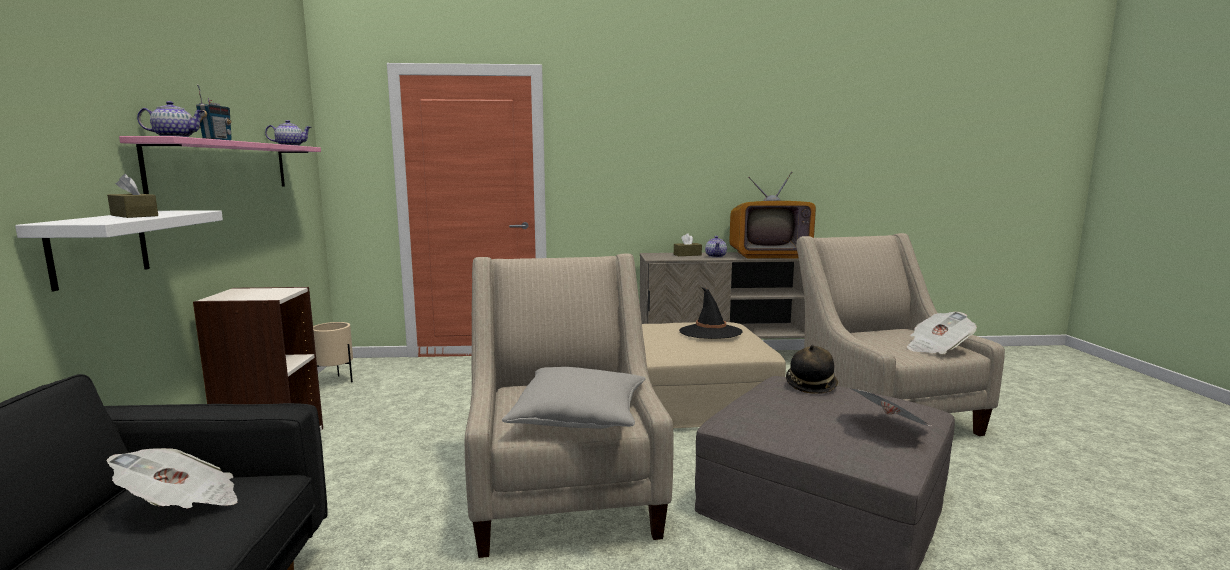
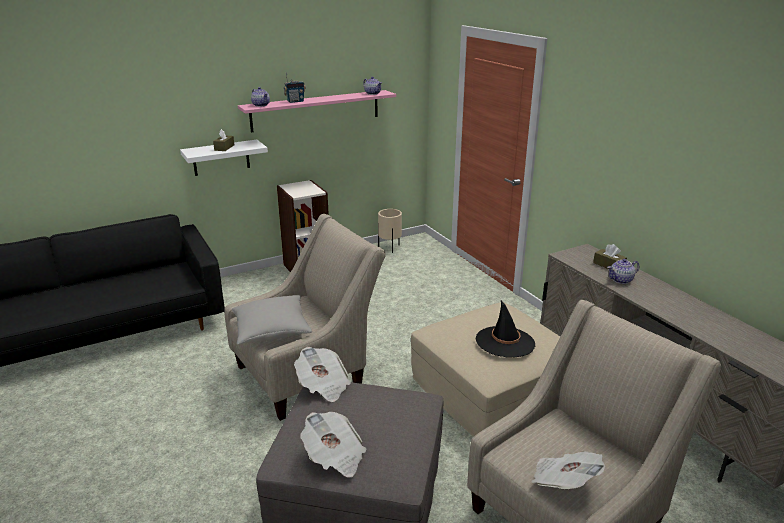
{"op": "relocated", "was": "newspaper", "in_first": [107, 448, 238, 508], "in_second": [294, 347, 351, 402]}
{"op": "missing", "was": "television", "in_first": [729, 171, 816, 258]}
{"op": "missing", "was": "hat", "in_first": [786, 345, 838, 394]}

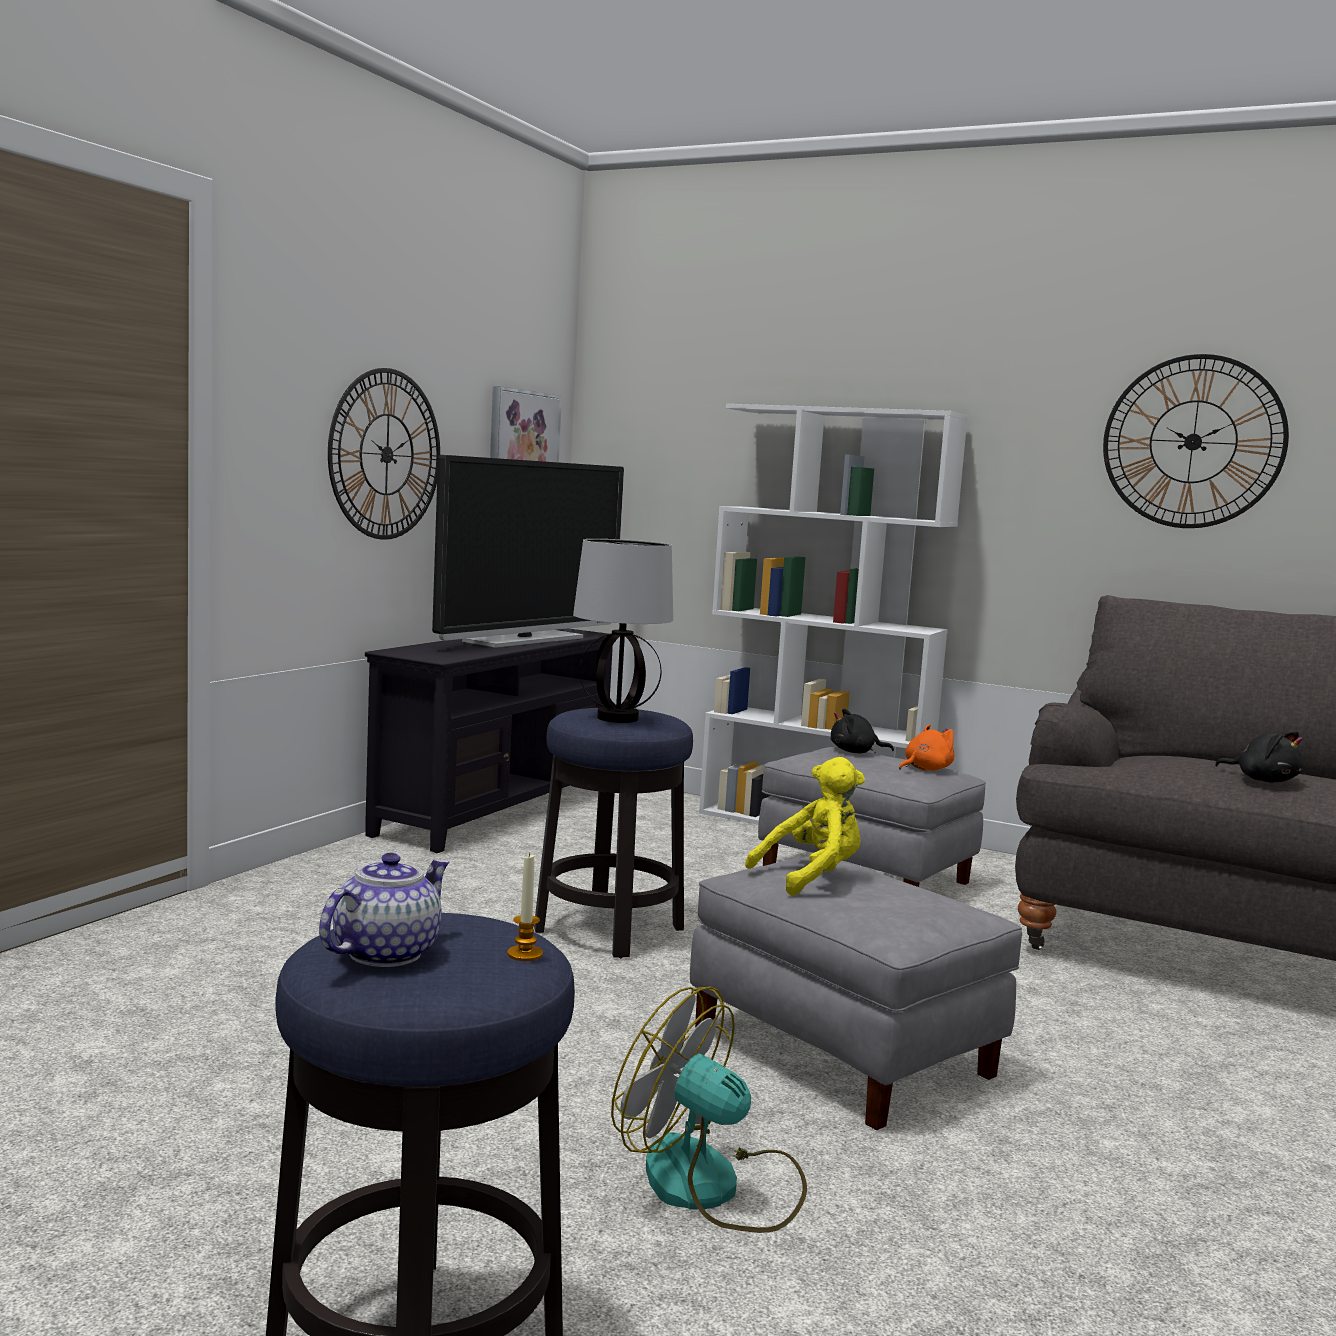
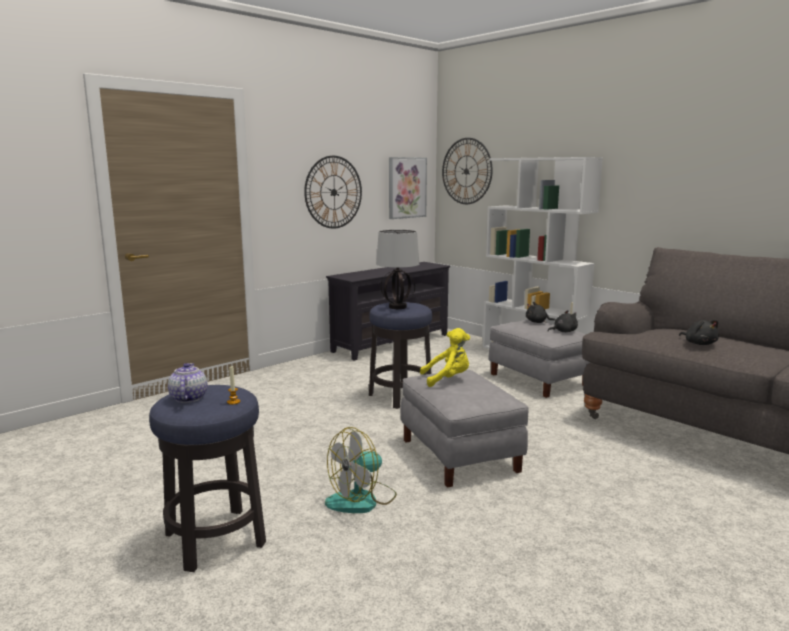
{"op": "spun", "was": "teapot", "in_first": [319, 853, 450, 967], "in_second": [168, 363, 207, 403], "clockwise": -60}
{"op": "missing", "was": "television", "in_first": [432, 455, 624, 648]}
{"op": "spun", "was": "fan", "in_first": [611, 986, 807, 1233], "in_second": [325, 427, 397, 513], "clockwise": -90}
{"op": "colour", "was": "plush toy in orange", "now": "plush toy in black", "in_first": [899, 724, 954, 771], "in_second": [548, 310, 578, 332]}
{"op": "relocated", "was": "wall clock", "in_first": [1103, 354, 1289, 528], "in_second": [442, 138, 493, 204]}

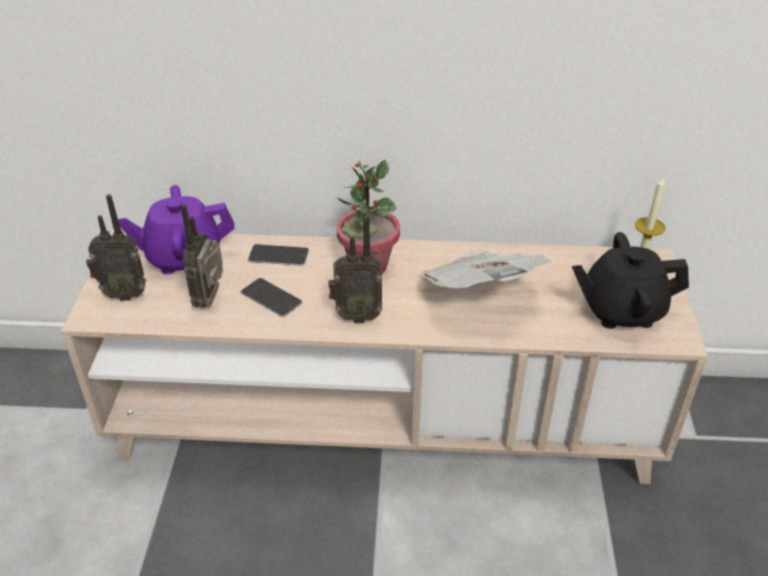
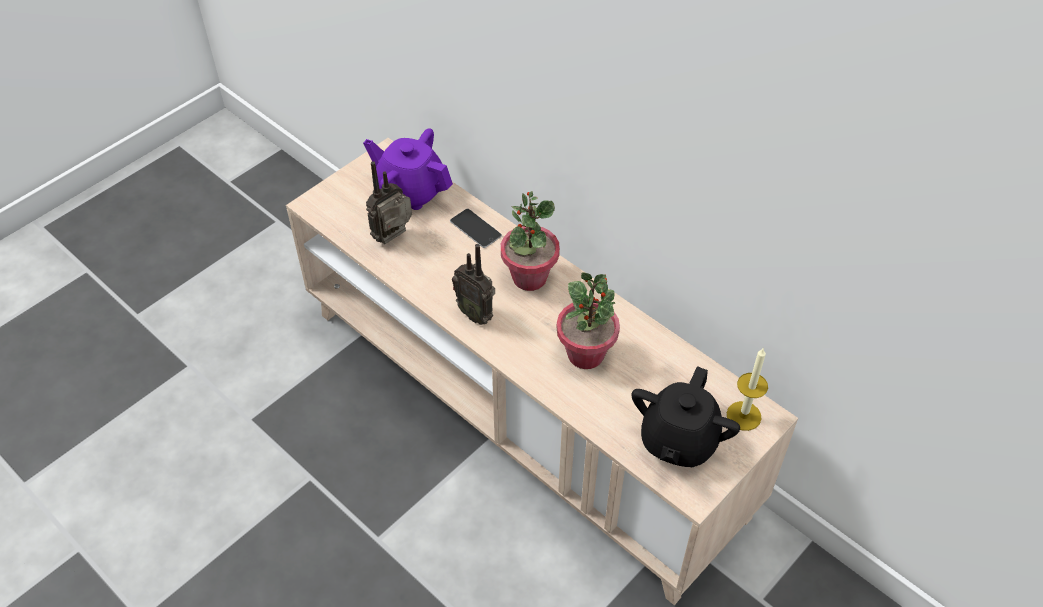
{"op": "missing", "was": "radio", "in_first": [86, 194, 146, 301]}
{"op": "missing", "was": "phone", "in_first": [240, 278, 303, 317]}
{"op": "exchanged", "was": "newspaper", "now": "potted plant", "in_first": [421, 250, 552, 288], "in_second": [557, 273, 620, 369]}
{"op": "spun", "was": "teapot in black", "in_first": [572, 232, 689, 329], "in_second": [632, 366, 740, 467], "clockwise": -105}

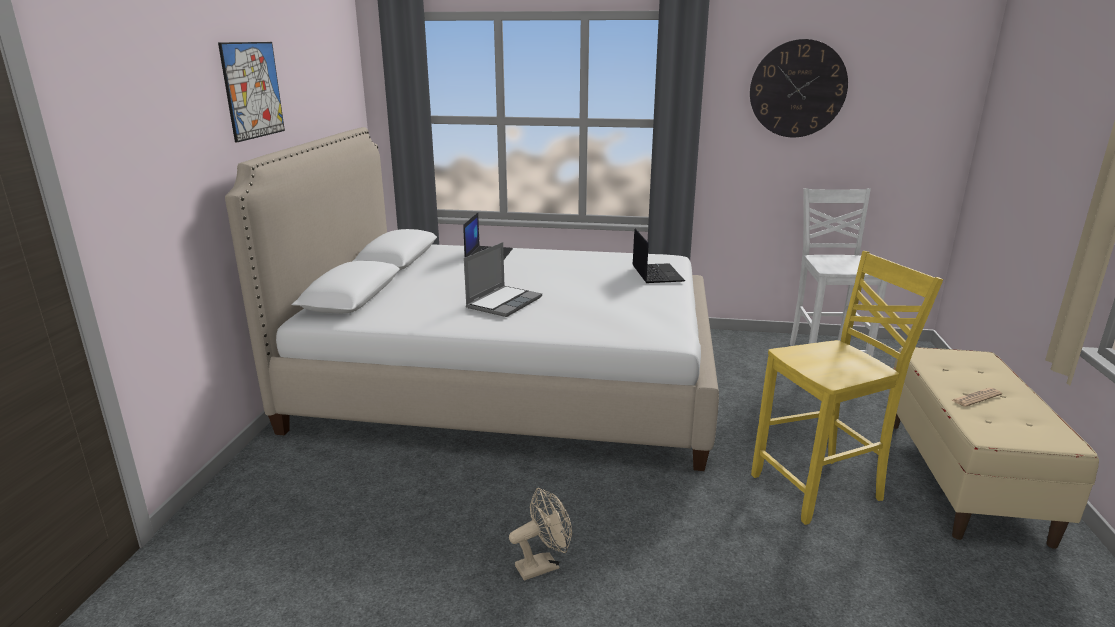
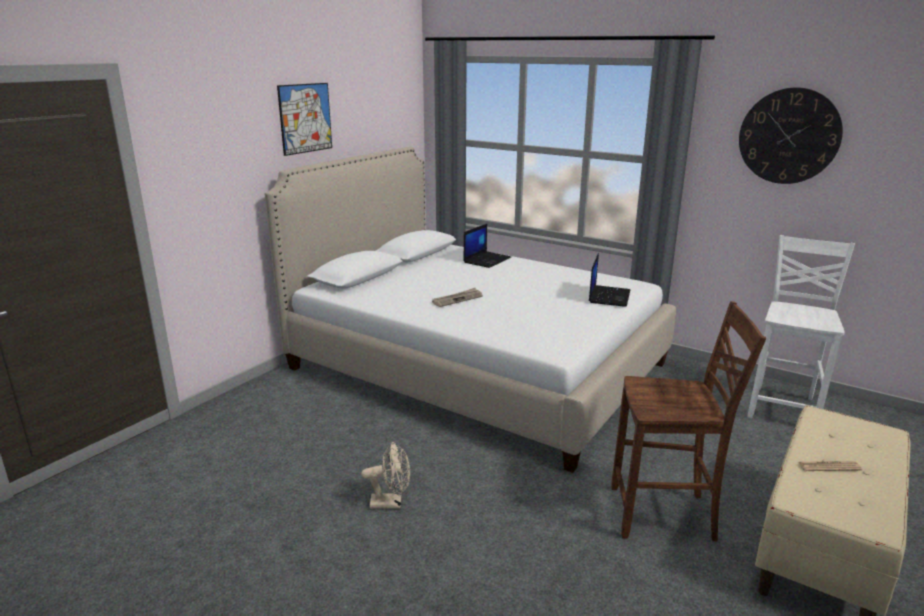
{"op": "exchanged", "was": "laptop", "now": "newspaper", "in_first": [464, 242, 542, 317], "in_second": [432, 288, 483, 307]}
{"op": "colour", "was": "chair in yellow", "now": "chair in brown", "in_first": [751, 251, 943, 525], "in_second": [611, 301, 766, 542]}

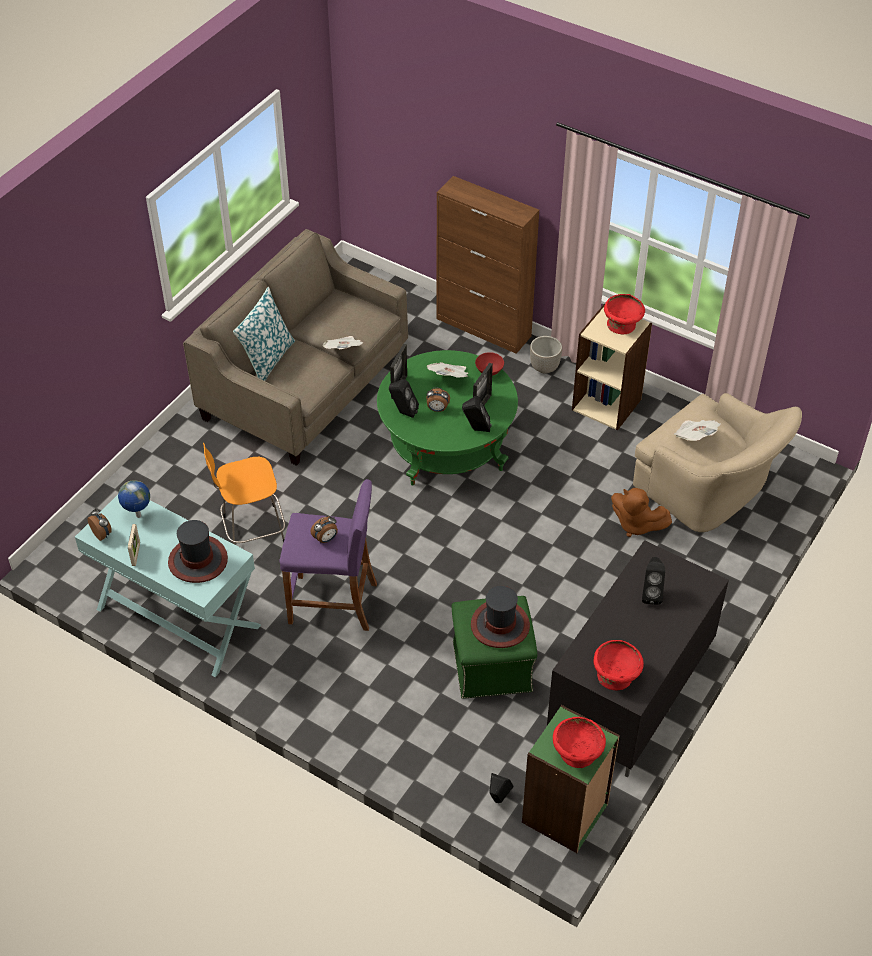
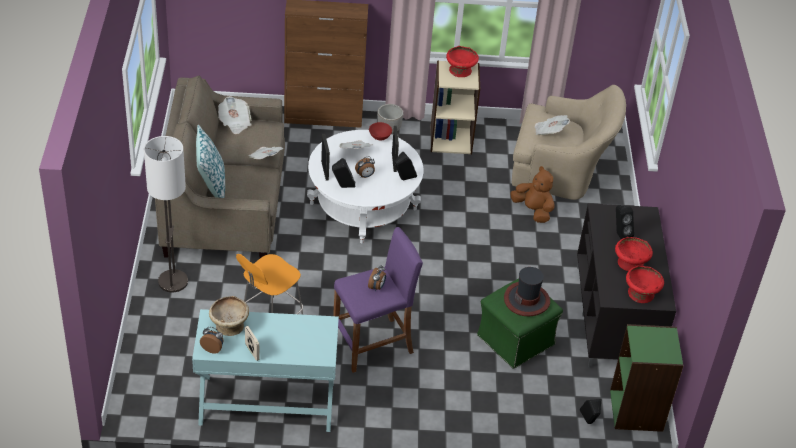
{"op": "exchanged", "was": "globe", "now": "bowl in beige", "in_first": [118, 480, 150, 518], "in_second": [209, 296, 249, 336]}
{"op": "missing", "was": "hat", "in_first": [168, 520, 228, 583]}
{"op": "colour", "was": "coffee table in green", "now": "coffee table in white", "in_first": [377, 350, 518, 486], "in_second": [307, 130, 423, 244]}
{"op": "relocated", "was": "bowl in red", "in_first": [553, 717, 606, 768], "in_second": [615, 237, 653, 271]}
{"op": "spun", "was": "plush toy in brown", "in_first": [611, 488, 672, 537], "in_second": [510, 166, 555, 223], "clockwise": -135}
{"op": "appeared", "now": "floor lamp", "in_second": [144, 136, 188, 292]}
{"op": "appeared", "now": "newspaper", "in_second": [218, 96, 252, 134]}

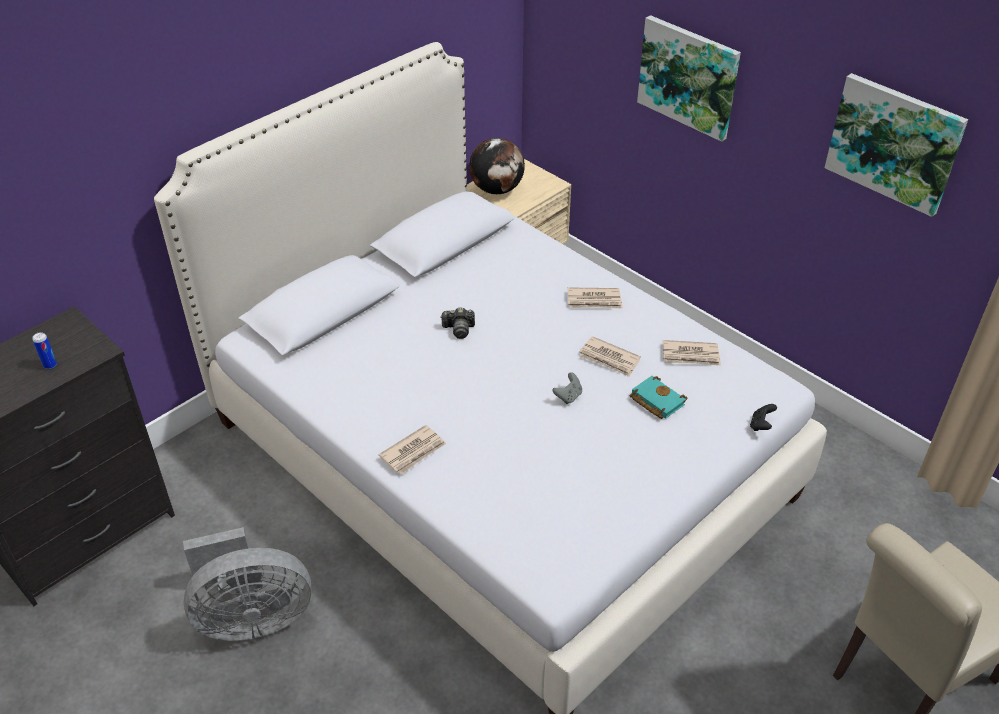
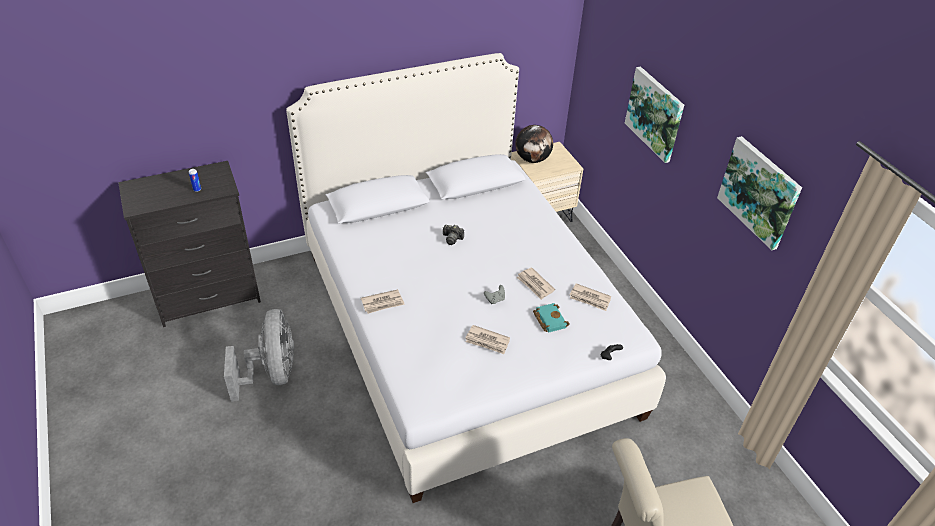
{"op": "spun", "was": "fan in grey", "in_first": [183, 527, 311, 641], "in_second": [224, 309, 294, 402], "clockwise": -105}
{"op": "relocated", "was": "newspaper", "in_first": [568, 287, 623, 309], "in_second": [465, 325, 510, 354]}

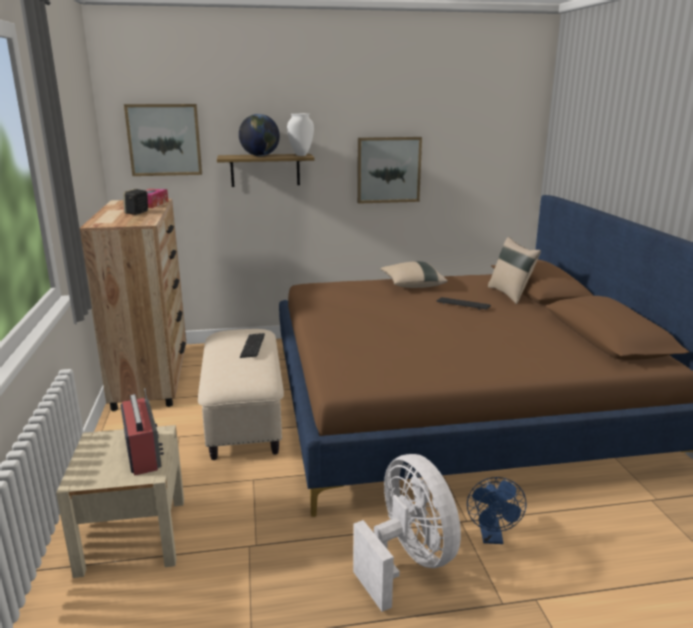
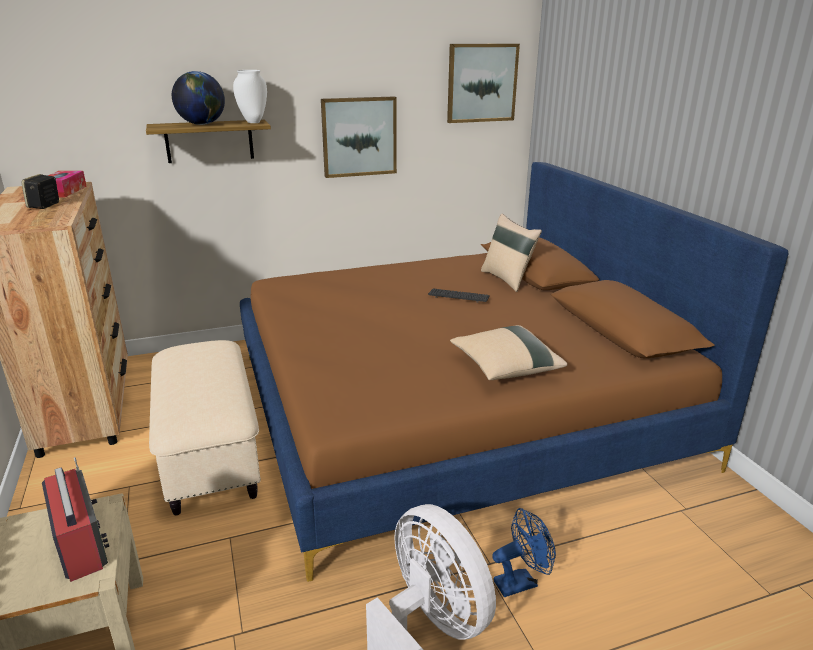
{"op": "relocated", "was": "picture", "in_first": [124, 104, 202, 176], "in_second": [447, 44, 520, 123]}
{"op": "missing", "was": "keyboard", "in_first": [240, 333, 265, 358]}
{"op": "relocated", "was": "pillow in beige", "in_first": [380, 261, 448, 288], "in_second": [450, 325, 568, 380]}
{"op": "spun", "was": "fan in blue", "in_first": [467, 477, 527, 544], "in_second": [492, 508, 556, 597], "clockwise": -105}

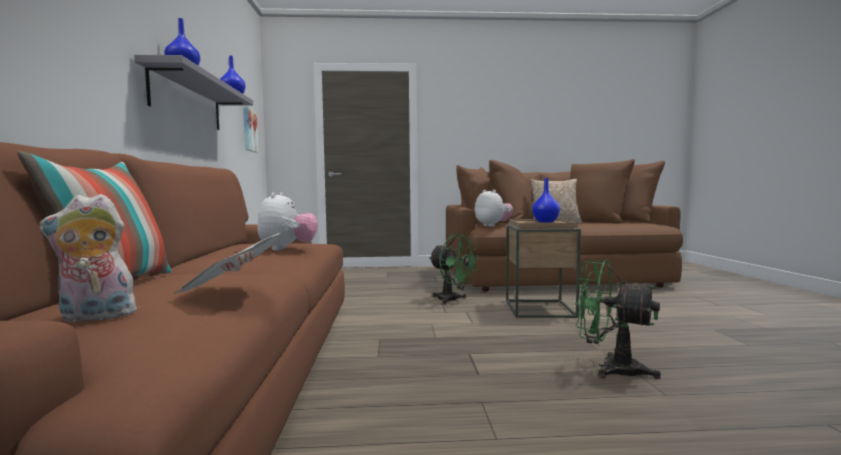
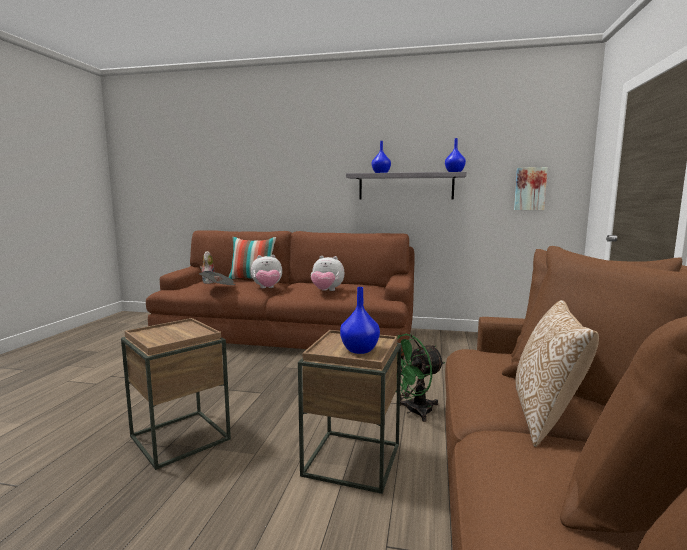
{"op": "relocated", "was": "plush toy", "in_first": [475, 190, 513, 227], "in_second": [251, 255, 282, 288]}
{"op": "exchanged", "was": "fan in green", "now": "side table in brown", "in_first": [575, 259, 661, 379], "in_second": [121, 318, 231, 470]}

